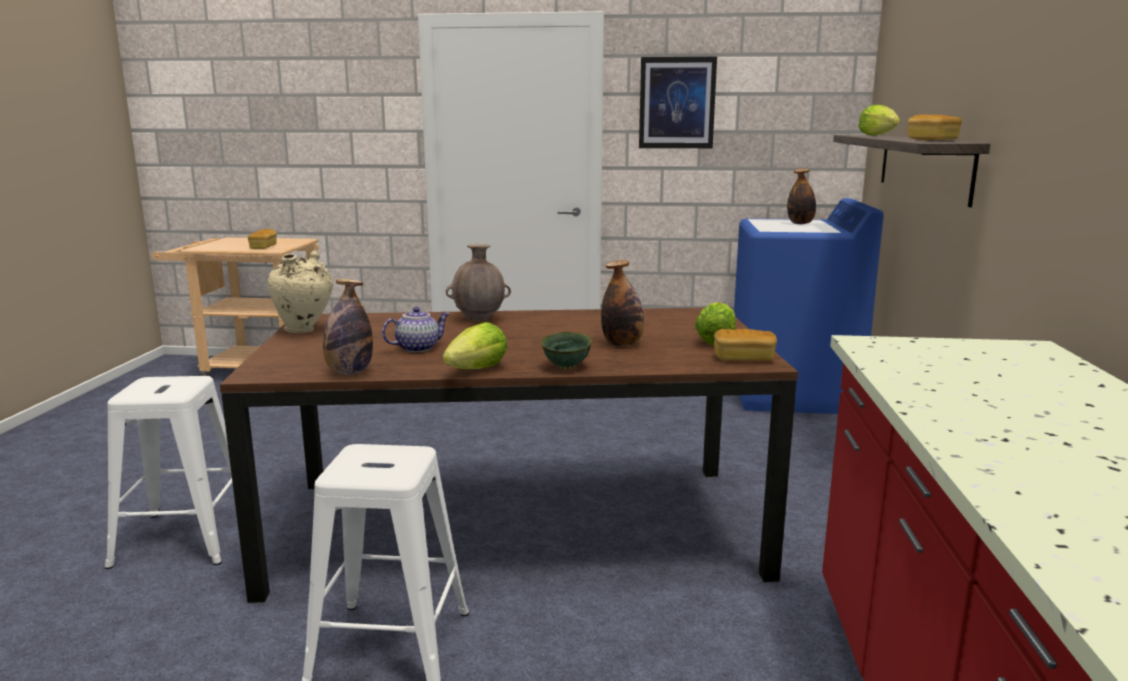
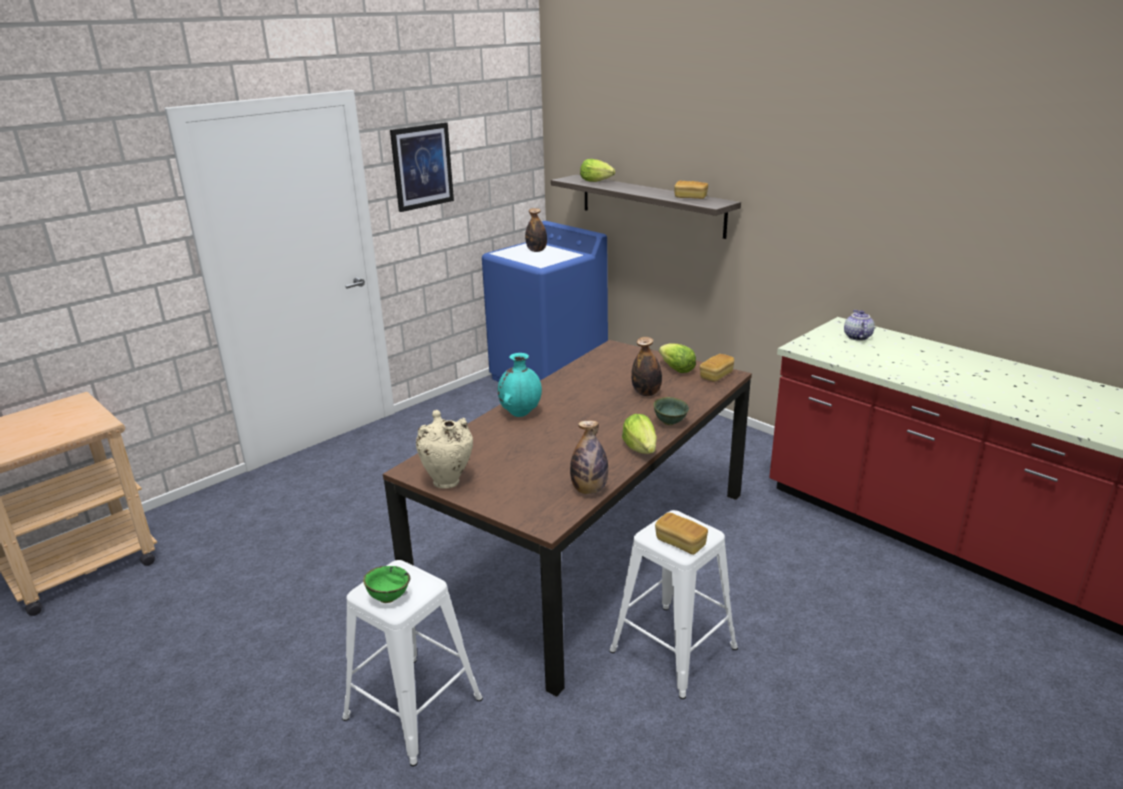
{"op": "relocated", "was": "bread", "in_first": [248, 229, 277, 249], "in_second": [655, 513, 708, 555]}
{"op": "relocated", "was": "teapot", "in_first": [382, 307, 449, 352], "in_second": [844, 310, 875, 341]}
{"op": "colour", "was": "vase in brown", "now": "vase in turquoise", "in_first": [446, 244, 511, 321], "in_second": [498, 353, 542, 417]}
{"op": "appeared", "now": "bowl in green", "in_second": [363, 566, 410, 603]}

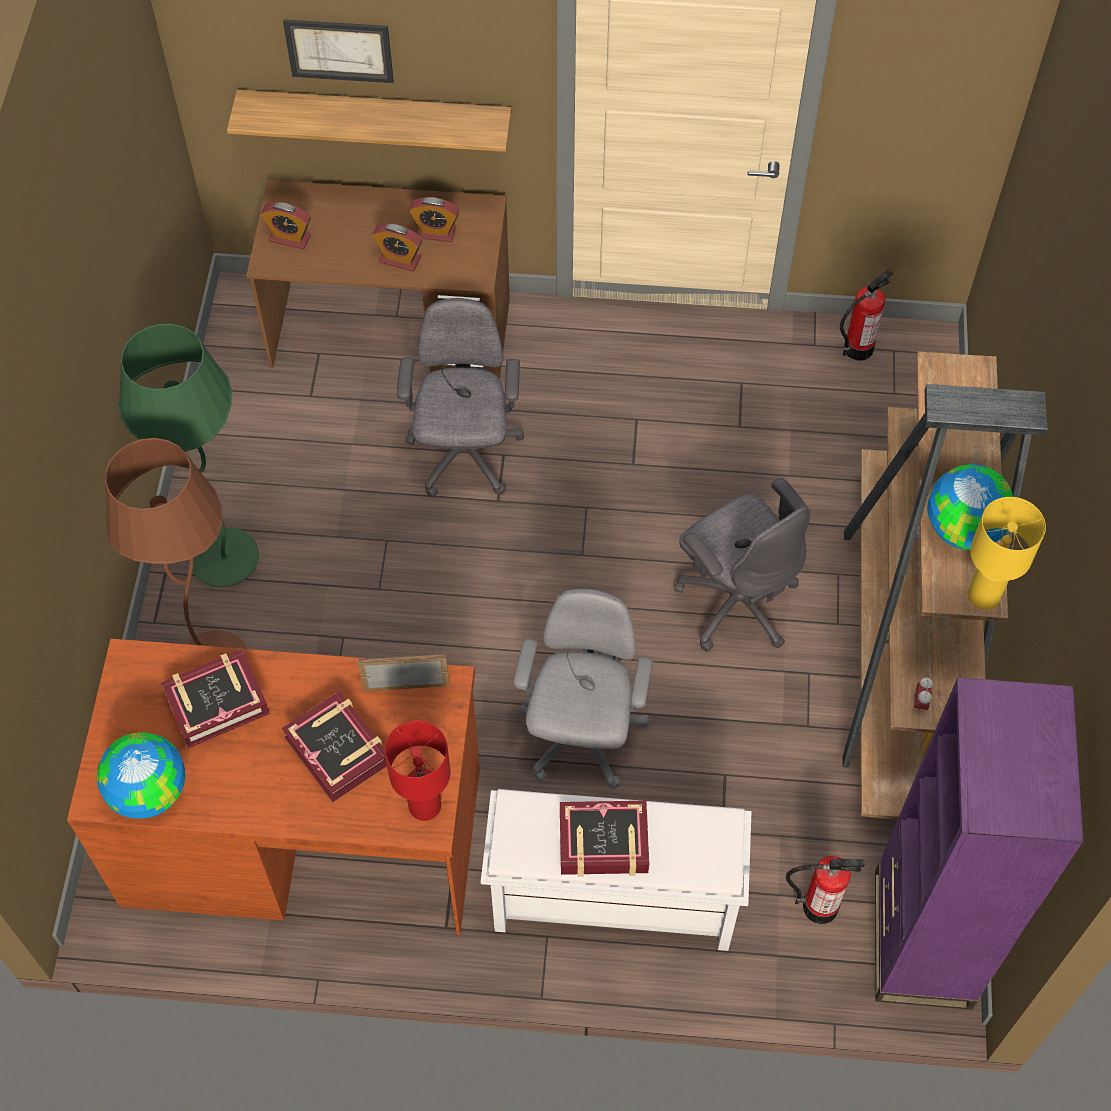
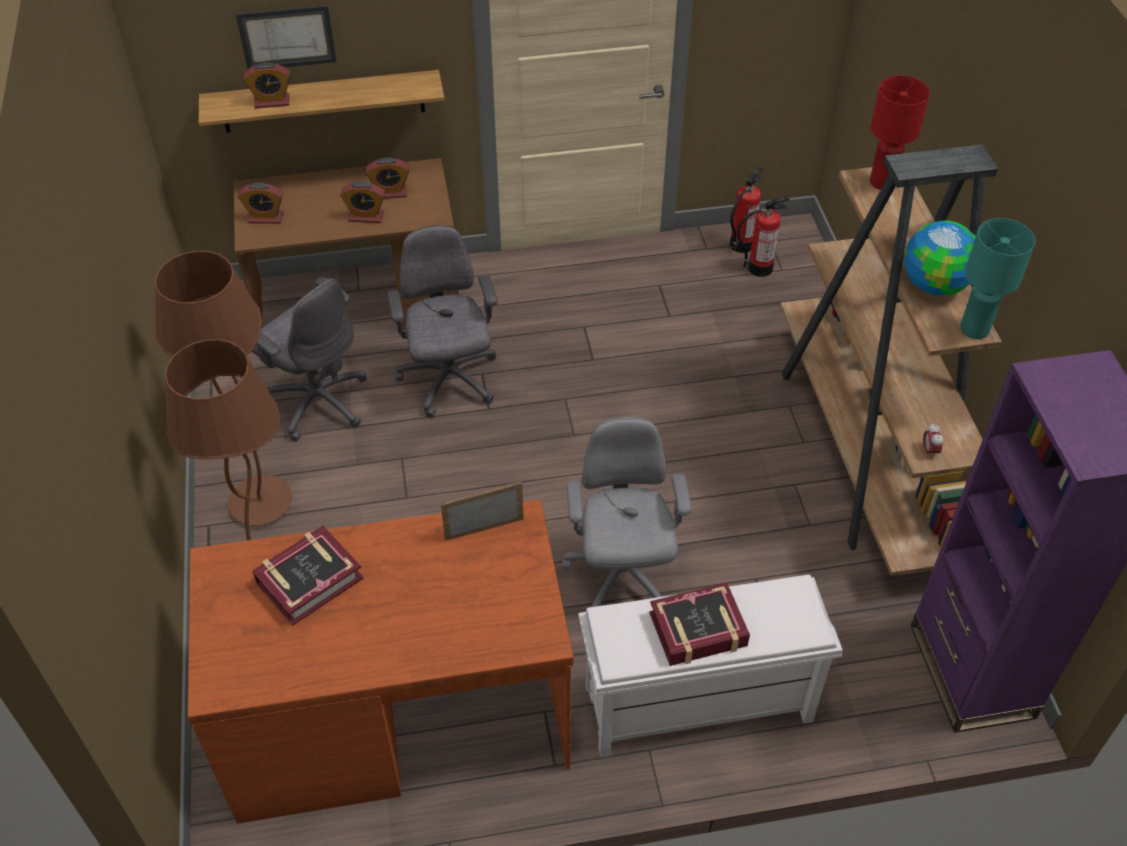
{"op": "missing", "was": "globe", "in_first": [96, 732, 186, 819]}
{"op": "colour", "was": "floor lamp in green", "now": "floor lamp in brown", "in_first": [118, 324, 259, 587], "in_second": [155, 251, 292, 526]}
{"op": "missing", "was": "book", "in_first": [282, 691, 387, 802]}
{"op": "relocated", "was": "table lamp in red", "in_first": [384, 720, 450, 821], "in_second": [870, 75, 930, 190]}
{"op": "relocated", "was": "office chair in grey", "in_first": [674, 478, 811, 652], "in_second": [251, 277, 367, 441]}
{"op": "relocated", "was": "fire extinguisher", "in_first": [786, 855, 865, 924], "in_second": [737, 196, 790, 277]}
{"op": "colour", "was": "table lamp in yellow", "now": "table lamp in turquoise", "in_first": [968, 497, 1046, 610], "in_second": [960, 218, 1035, 339]}
{"op": "appeared", "now": "alarm clock", "in_second": [244, 62, 290, 108]}

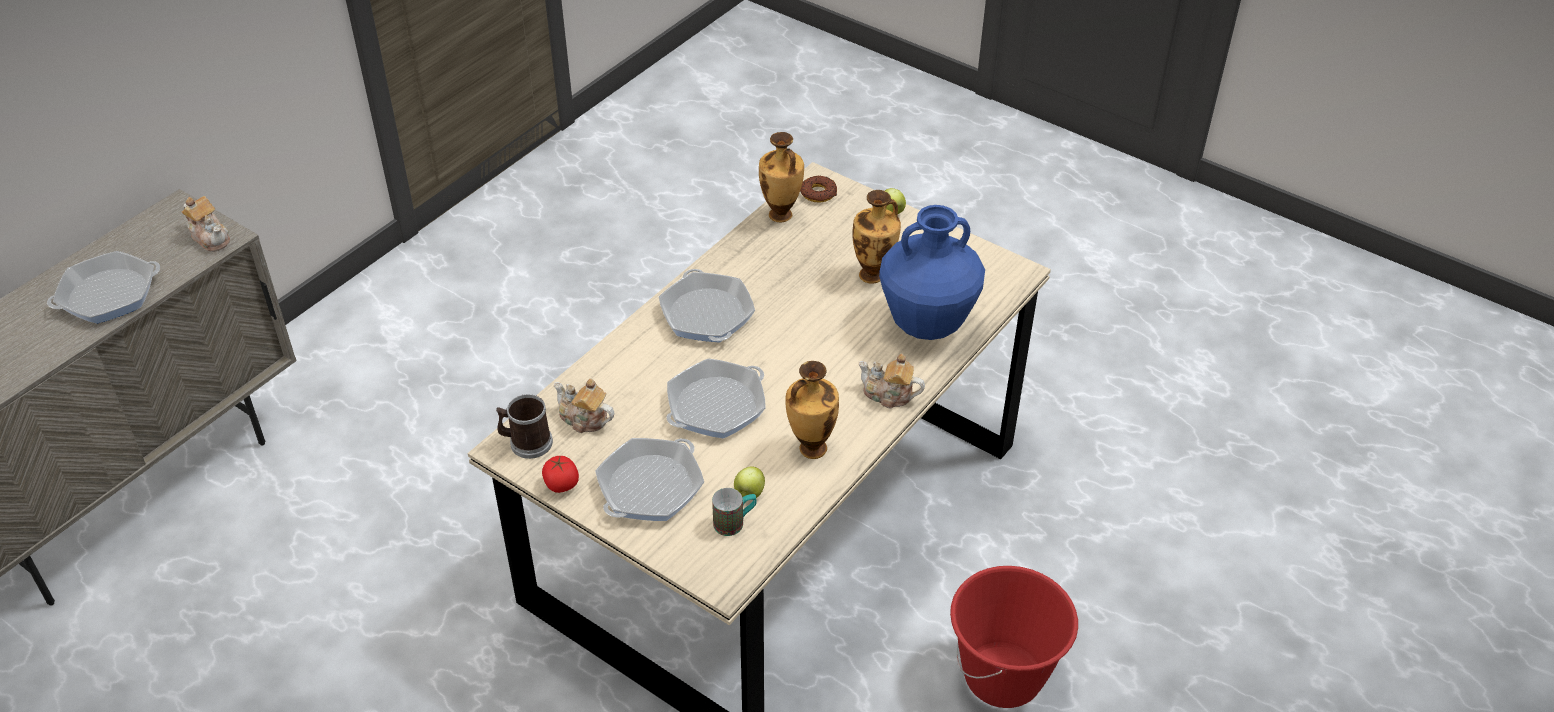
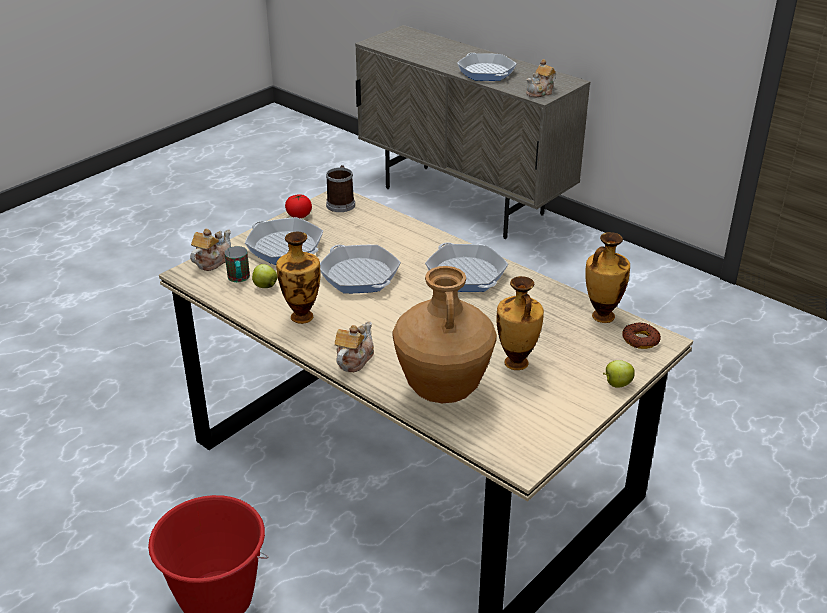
{"op": "relocated", "was": "teapot", "in_first": [554, 379, 614, 433], "in_second": [190, 229, 231, 271]}
{"op": "spun", "was": "frying pan", "in_first": [659, 269, 755, 343], "in_second": [425, 242, 508, 292], "clockwise": 75}
{"op": "colour", "was": "vase in blue", "now": "vase in brown", "in_first": [879, 205, 985, 340], "in_second": [393, 266, 497, 403]}

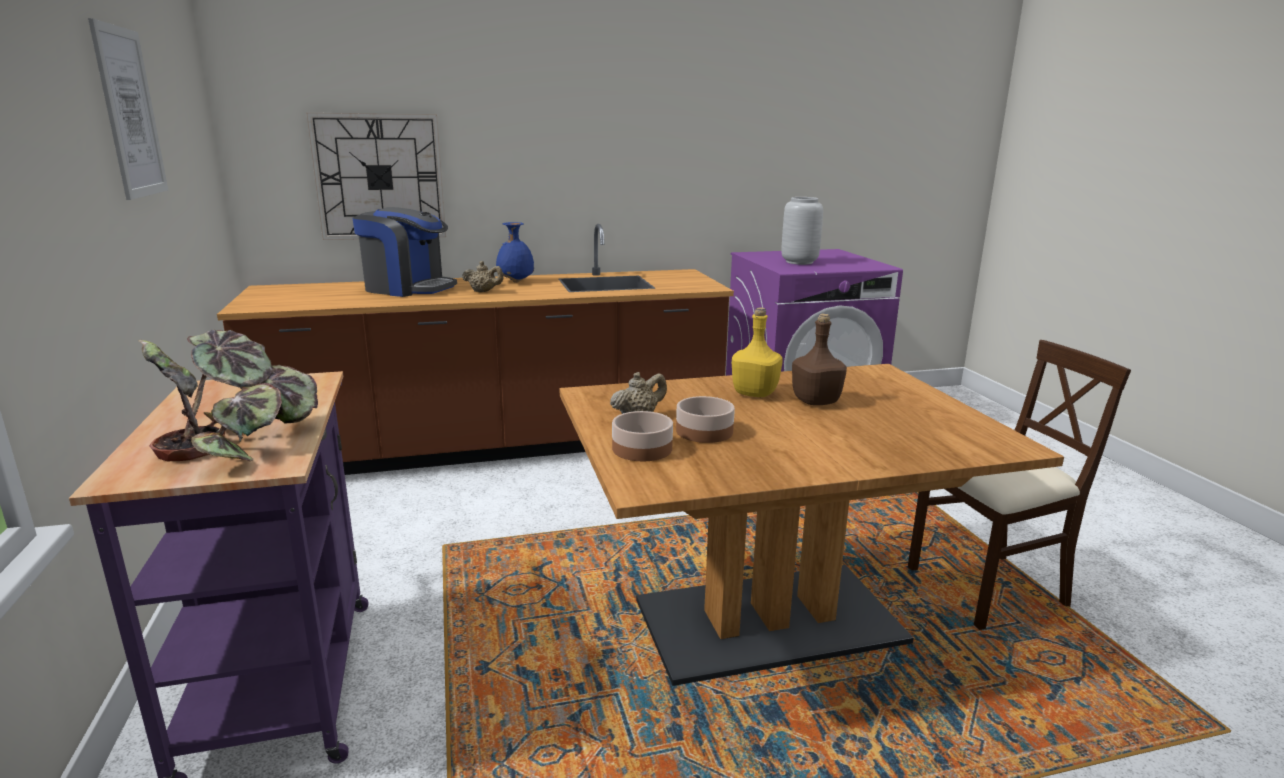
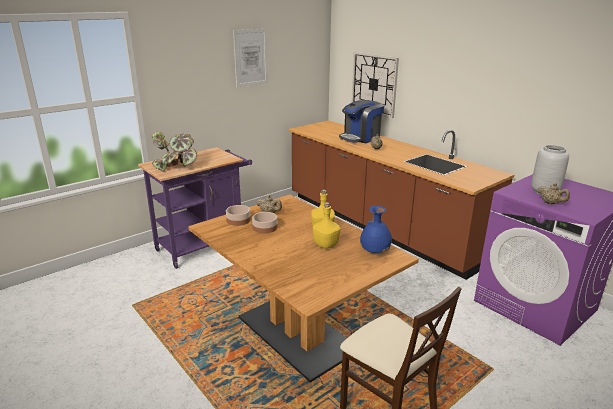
{"op": "spun", "was": "coffee machine", "in_first": [352, 207, 457, 297], "in_second": [339, 100, 385, 143], "clockwise": 60}
{"op": "relocated", "was": "vase in blue", "in_first": [496, 222, 534, 283], "in_second": [360, 206, 392, 254]}
{"op": "colour", "was": "bottle in brown", "now": "bottle in yellow", "in_first": [792, 313, 847, 405], "in_second": [313, 202, 341, 249]}
{"op": "appeared", "now": "teapot in beige", "in_second": [537, 183, 570, 204]}

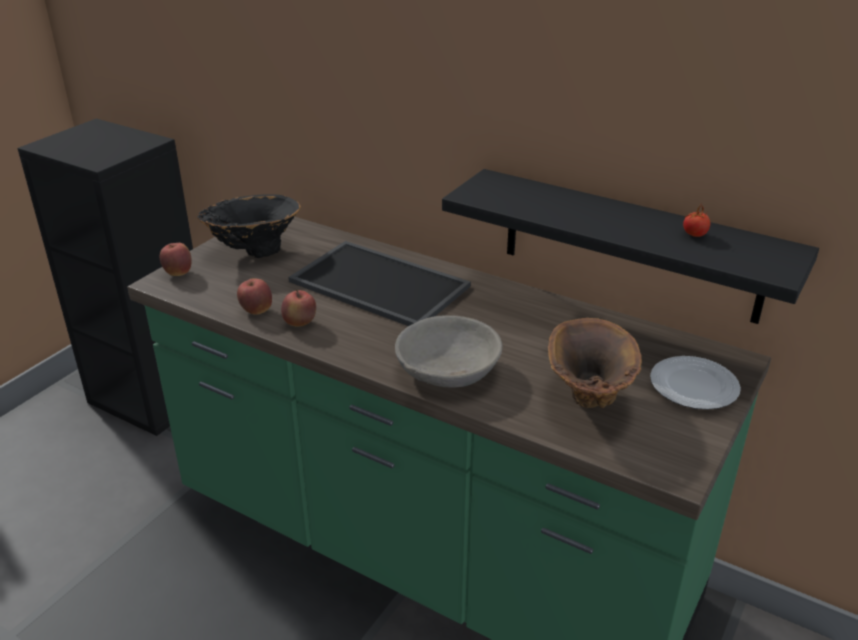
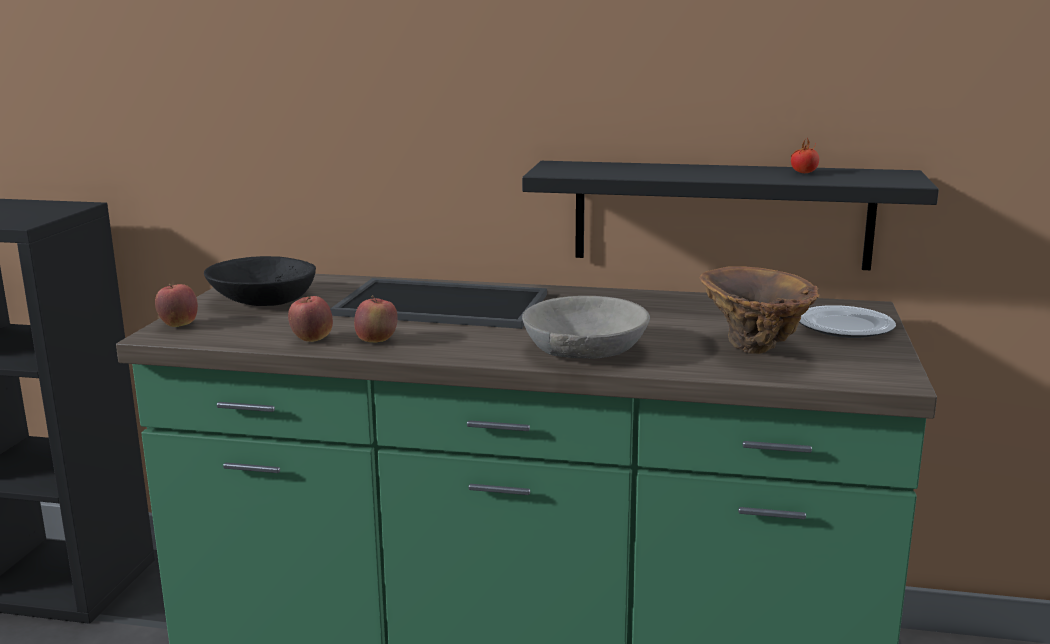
{"op": "exchanged", "was": "vase in black", "now": "bowl in black", "in_first": [198, 194, 301, 258], "in_second": [204, 256, 316, 306]}

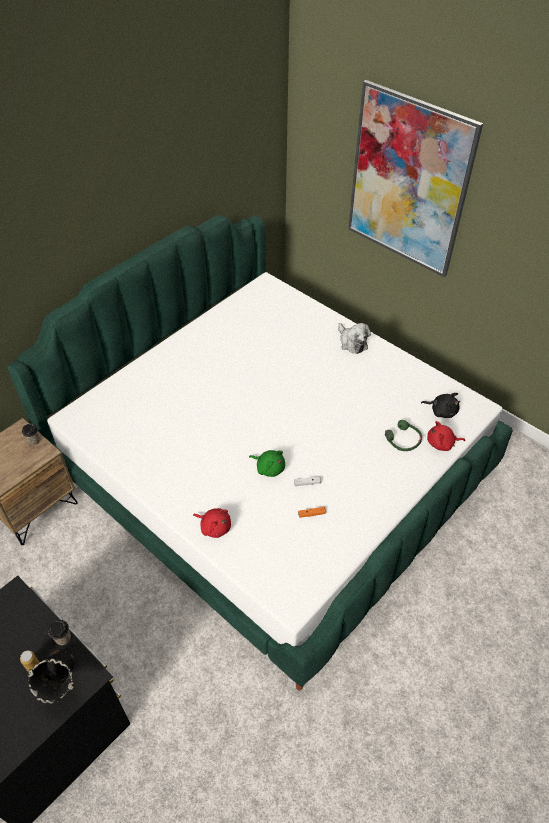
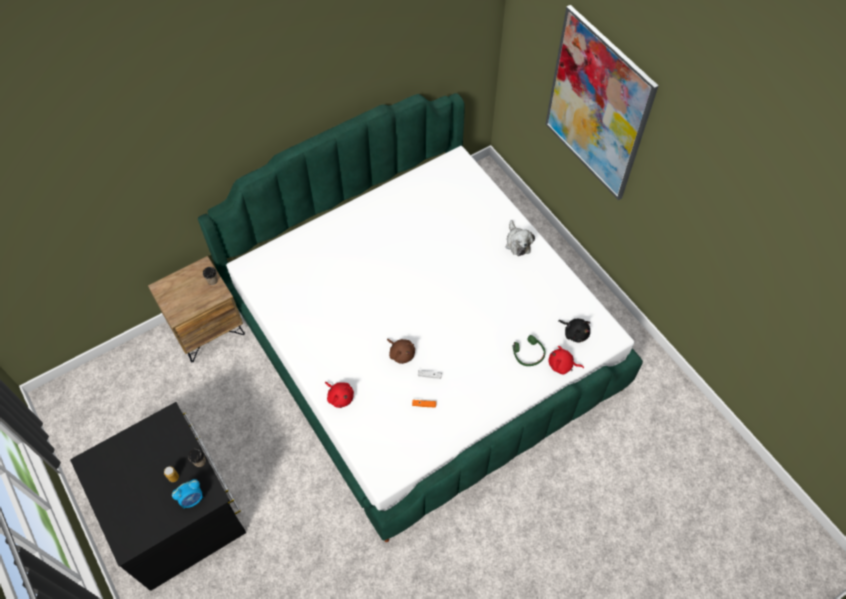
{"op": "exchanged", "was": "vase in black", "now": "alarm clock", "in_first": [28, 649, 75, 704], "in_second": [172, 479, 204, 509]}
{"op": "colour", "was": "plush toy in green", "now": "plush toy in brown", "in_first": [249, 450, 285, 477], "in_second": [387, 339, 415, 364]}

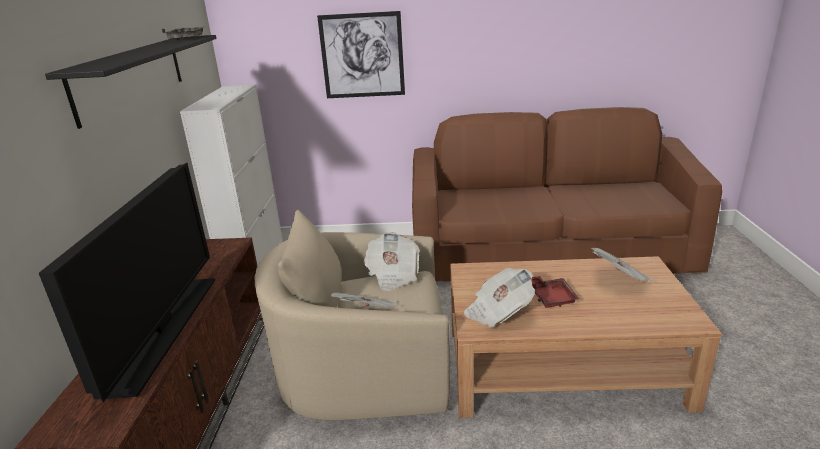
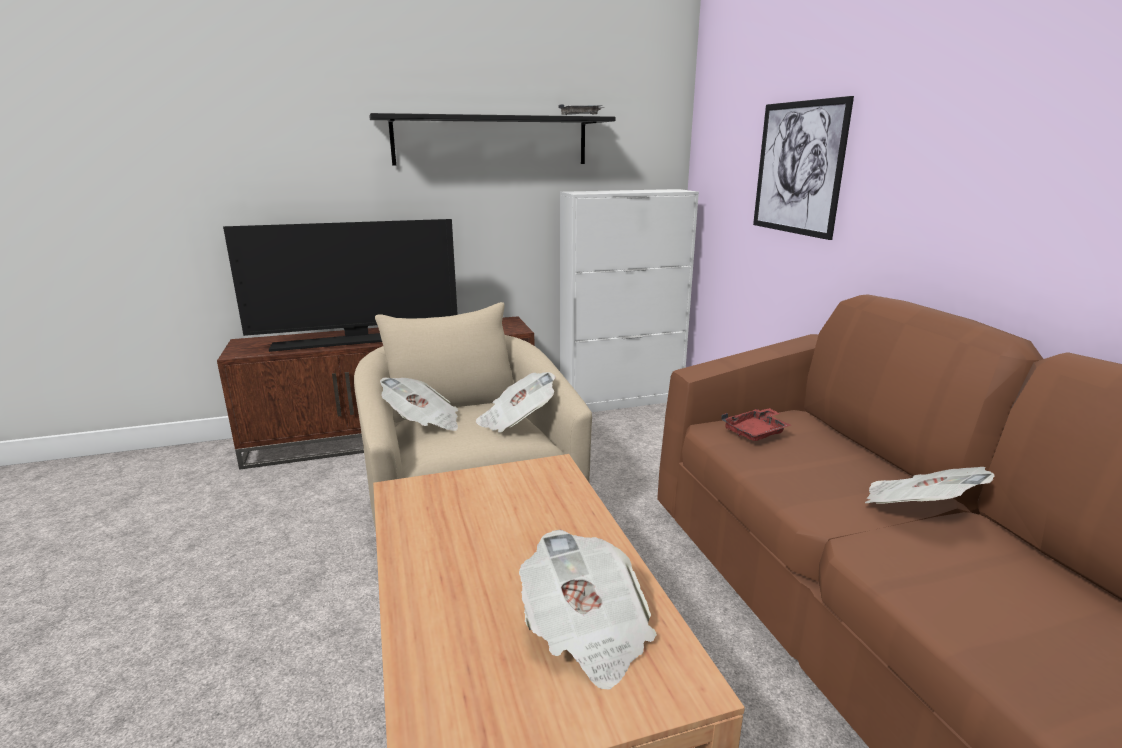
{"op": "relocated", "was": "newspaper", "in_first": [464, 268, 535, 328], "in_second": [865, 467, 995, 504]}
{"op": "relocated", "was": "tray in red", "in_first": [531, 276, 579, 308], "in_second": [721, 408, 791, 441]}

